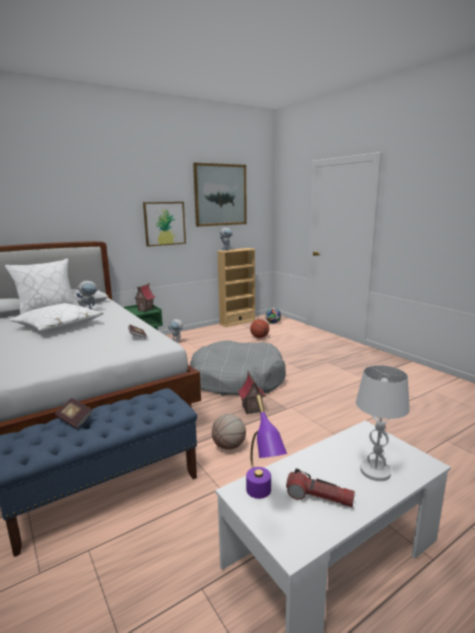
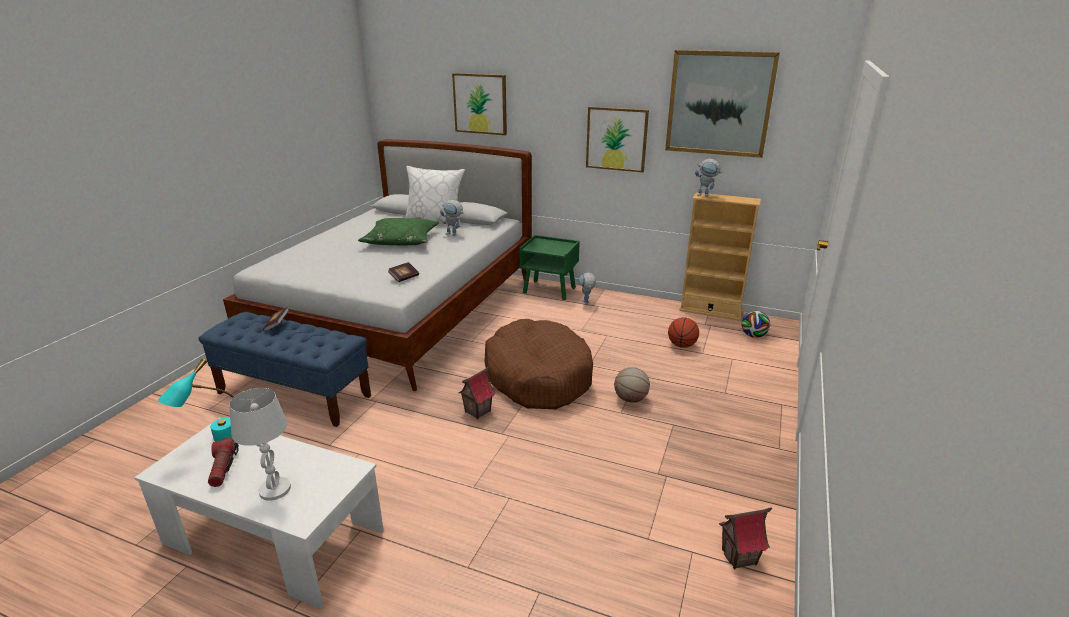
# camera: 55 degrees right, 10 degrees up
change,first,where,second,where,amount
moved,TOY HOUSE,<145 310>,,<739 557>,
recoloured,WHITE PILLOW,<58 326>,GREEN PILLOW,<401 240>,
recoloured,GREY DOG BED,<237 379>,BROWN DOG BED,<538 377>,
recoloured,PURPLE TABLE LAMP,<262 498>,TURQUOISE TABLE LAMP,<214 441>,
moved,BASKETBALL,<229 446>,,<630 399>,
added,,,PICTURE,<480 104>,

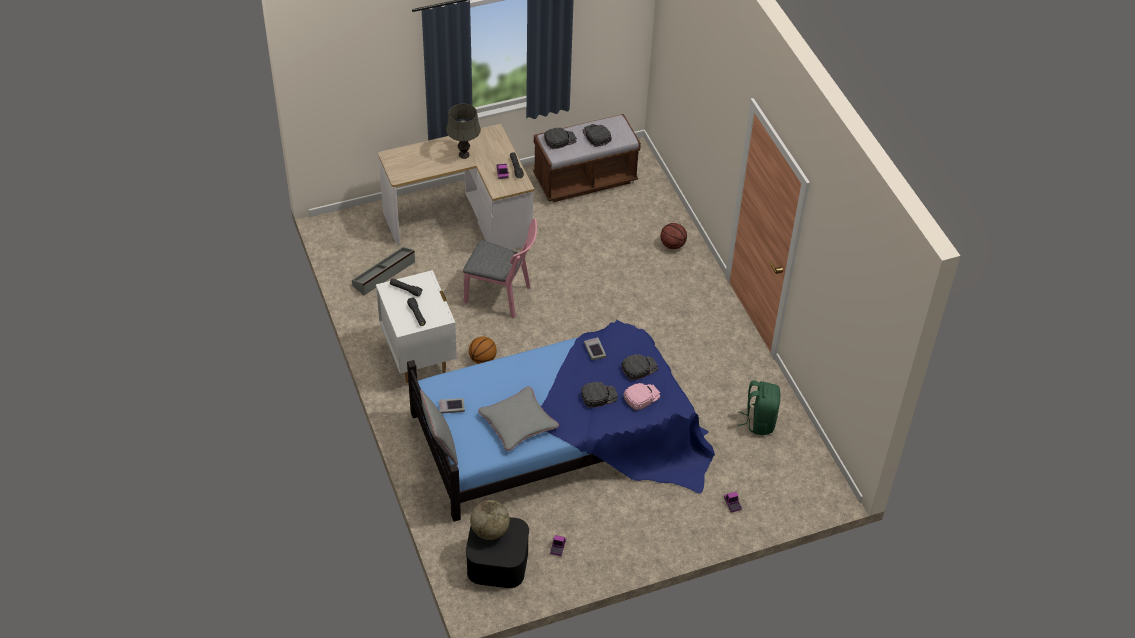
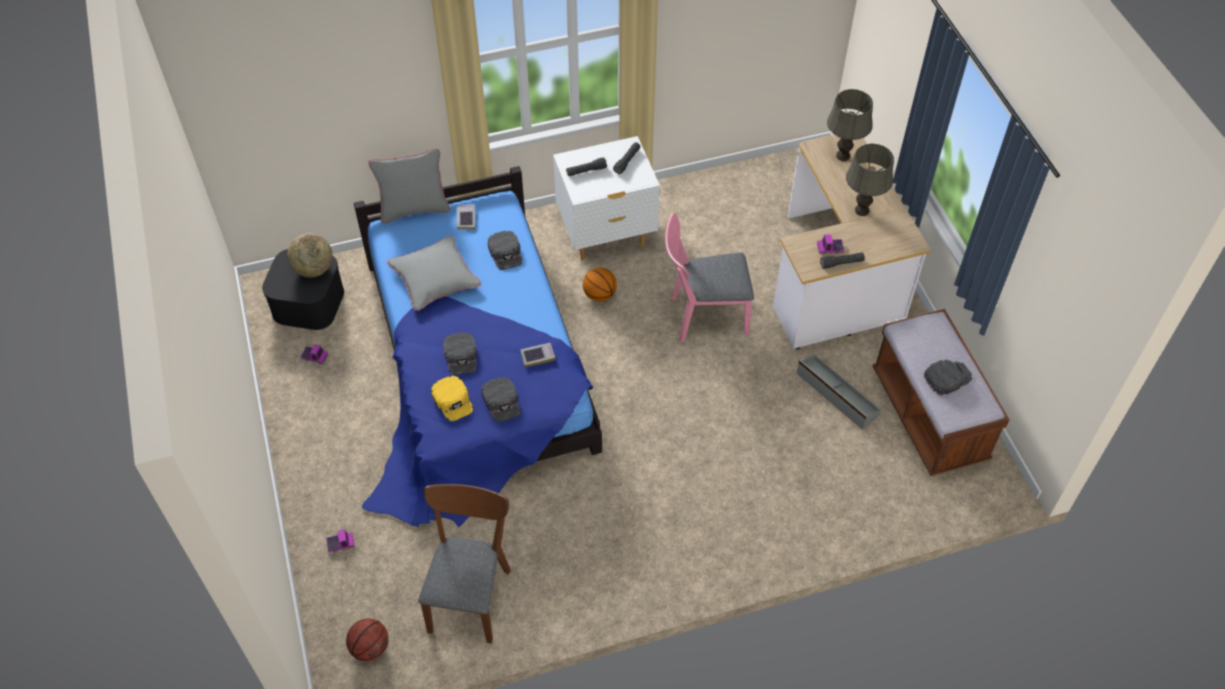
# camera: 95 degrees right, 5 degrees up
change,first,where,second,where,amount
moved,BLACK CAP,<560 139>,,<506 253>,
turned,PINK CHAIR,<502 296>,,<702 316>,60 degrees clockwise
moved,BASKETBALL,<672 245>,,<370 647>,
moved,GREY STORAGE BOX,<384 274>,,<836 395>,
replaced,GREEN BACKPACK,<759 421>,BROWN CHAIR,<471 593>,
recoloured,PINK CAP,<641 397>,YELLOW CAP,<453 401>,
added,,,GREY TABLE LAMP,<843 156>,

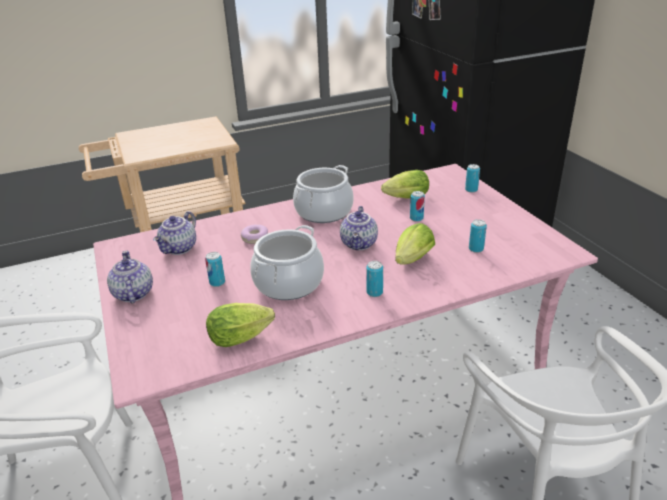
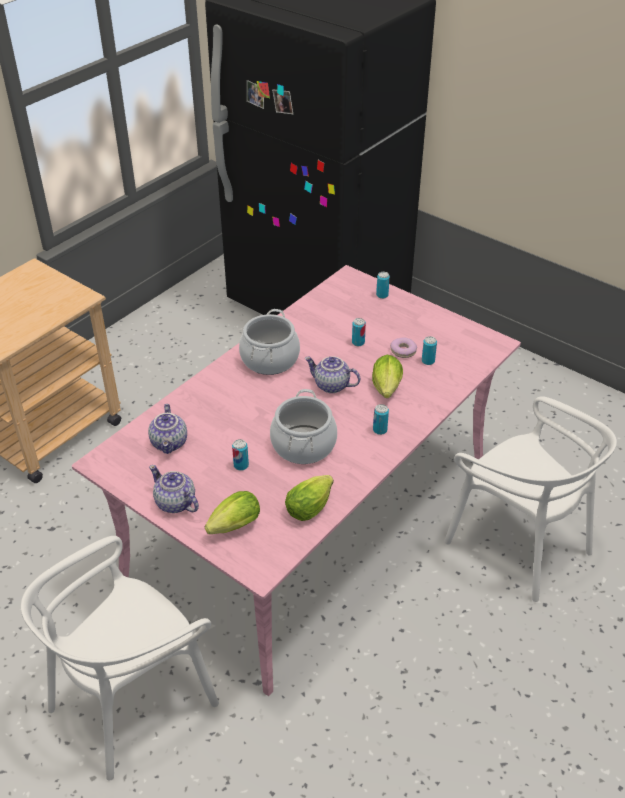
# camera: 30 degrees left, 10 degrees up
change,first,where,second,where,amount
moved,LETTUCE,<404 198>,,<232 527>,
turned,TEAPOT,<360 244>,,<331 386>,135 degrees clockwise
moved,DONUT,<255 238>,,<403 351>,

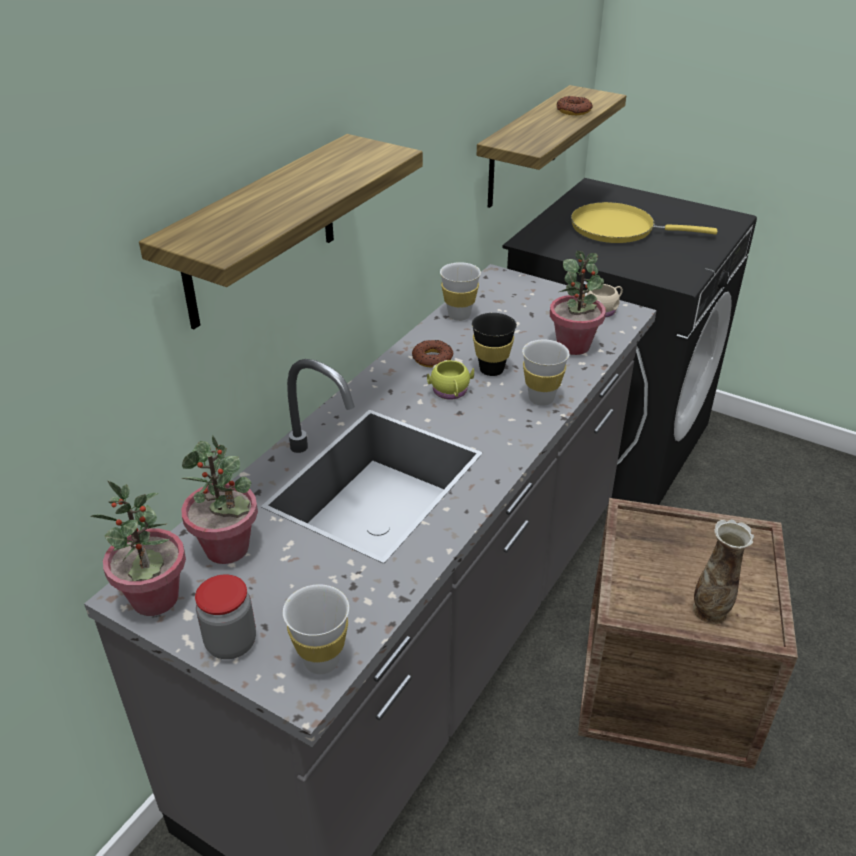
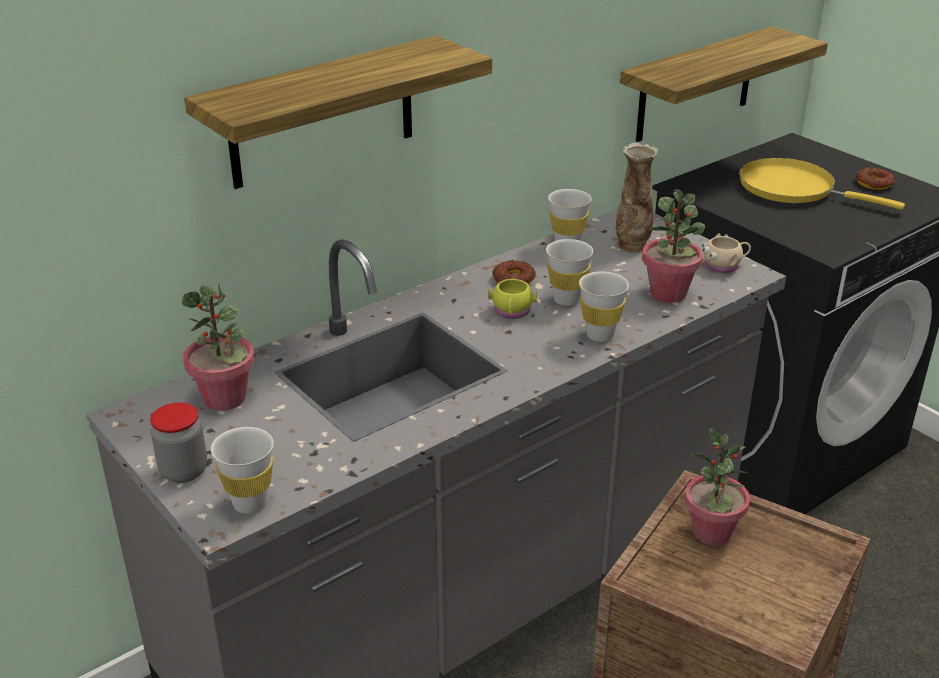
# camera: 20 degrees right, 5 degrees down
change,first,where,second,where,amount
moved,DONUT,<573 111>,,<873 183>,
recoloured,BLACK CUP,<491 370>,WHITE CUP,<566 300>,
moved,POTTED PLANT,<155 599>,,<711 533>,
moved,VASE,<710 612>,,<632 246>,

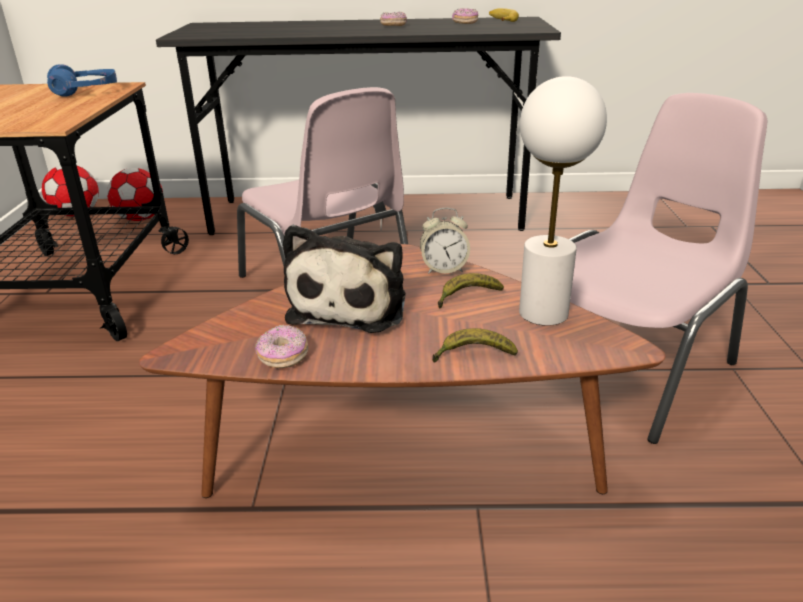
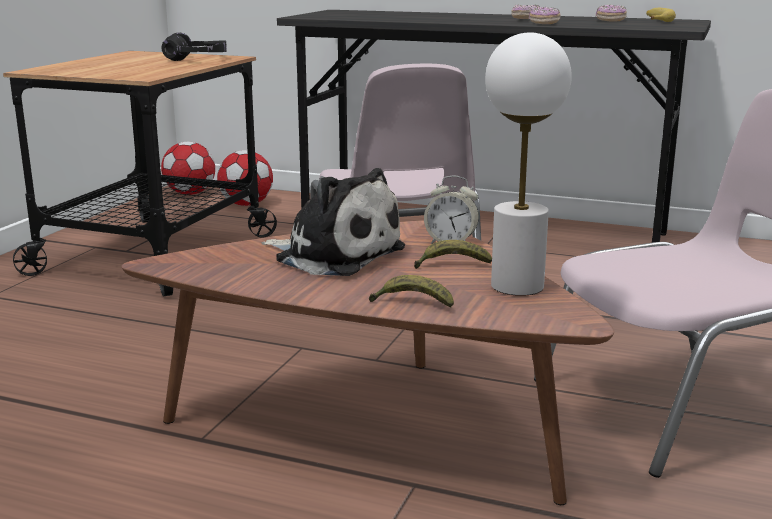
# camera: 20 degrees right, 10 degrees down
change,first,where,second,where,amount
recoloured,BLUE HEADPHONES,<85 91>,BLACK HEADPHONES,<196 59>,
turned,PLUSH TOY,<351 305>,,<335 255>,90 degrees counterclockwise
moved,DONUT,<283 357>,,<544 23>,

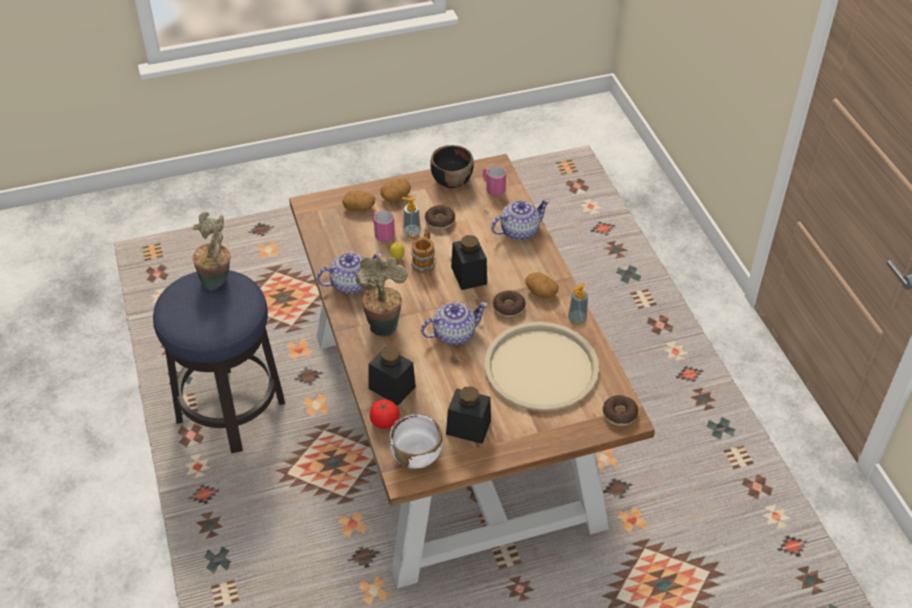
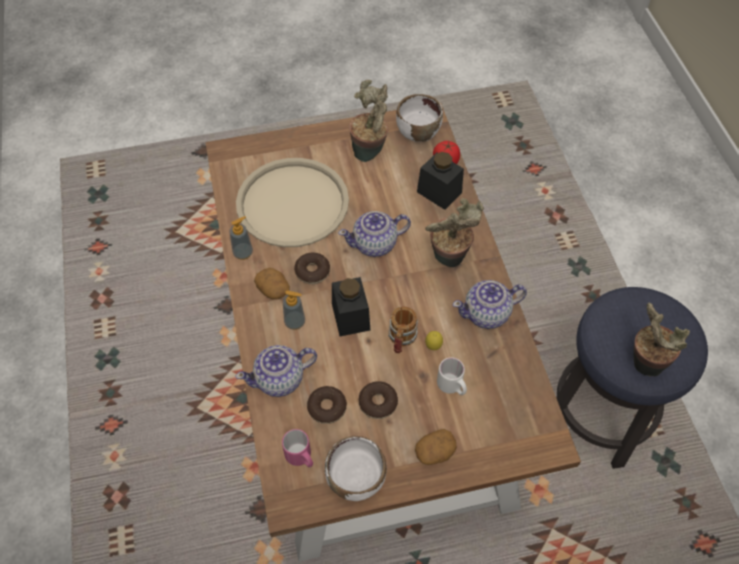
# camera: 175 degrees left, 10 degrees up
change,first,where,second,where,amount
recoloured,BLACK BOWL,<451 180>,WHITE BOWL,<356 478>,
removed,POTATO,<359 207>,,,
moved,SOAP DISPENSER,<411 233>,,<295 322>,
recoloured,PINK MUG,<382 233>,WHITE MUG,<452 386>,
replaced,BLACK JAR,<468 427>,POTTED PLANT,<370 152>,
moved,DONUT,<619 414>,,<327 407>,

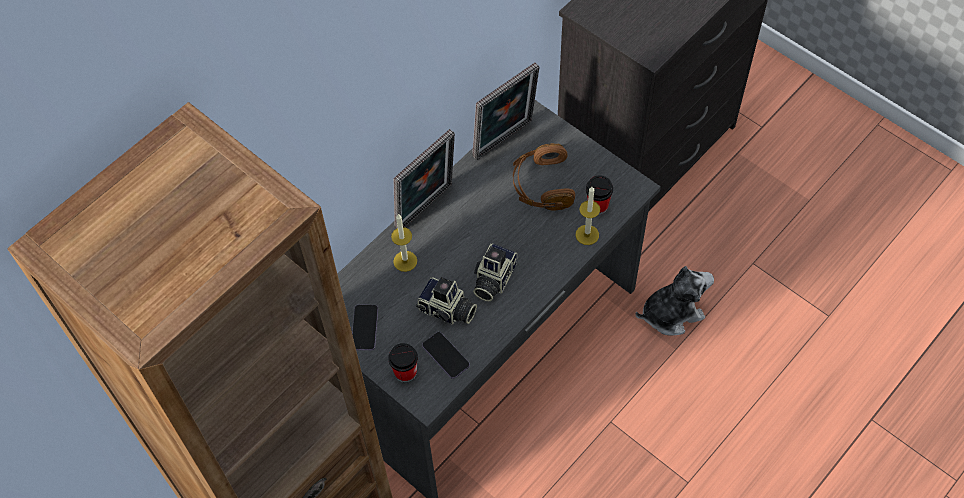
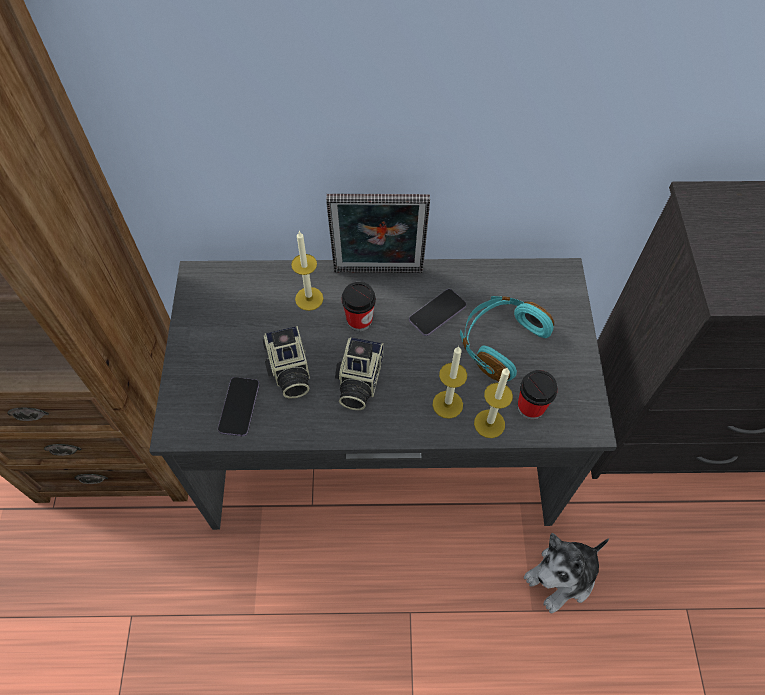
# camera: 45 degrees right, 0 degrees up
change,first,where,second,where,amount
removed,PICTURE FRAME,<505 141>,,,
recoloured,BROWN HEADPHONES,<541 185>,TURQUOISE HEADPHONES,<500 342>,
turned,PHOTO CAMERA,<492 279>,,<358 381>,60 degrees counterclockwise
turned,PLUSH TOY,<671 313>,,<562 576>,120 degrees clockwise
moved,PHONE,<364 328>,,<437 313>,
moved,CUP,<405 372>,,<359 320>,
added,,,CANDLE,<447 404>,

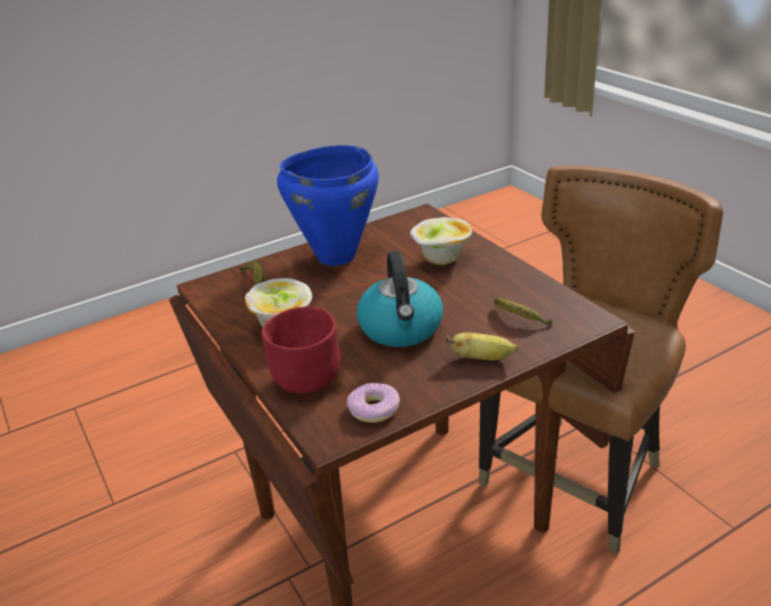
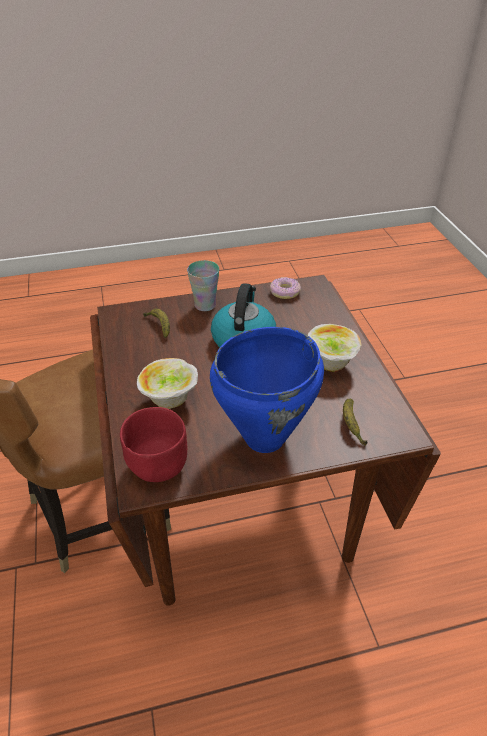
# camera: 165 degrees left, 10 degrees up
change,first,where,second,where,amount
moved,RED BOWL,<306 380>,,<158 468>,
replaced,BANANA,<482 358>,CUP,<205 305>,

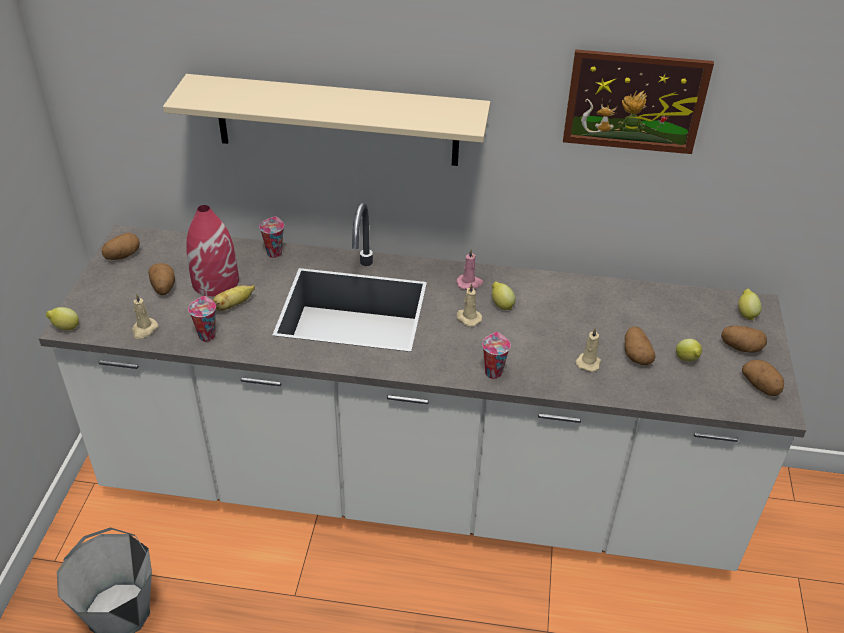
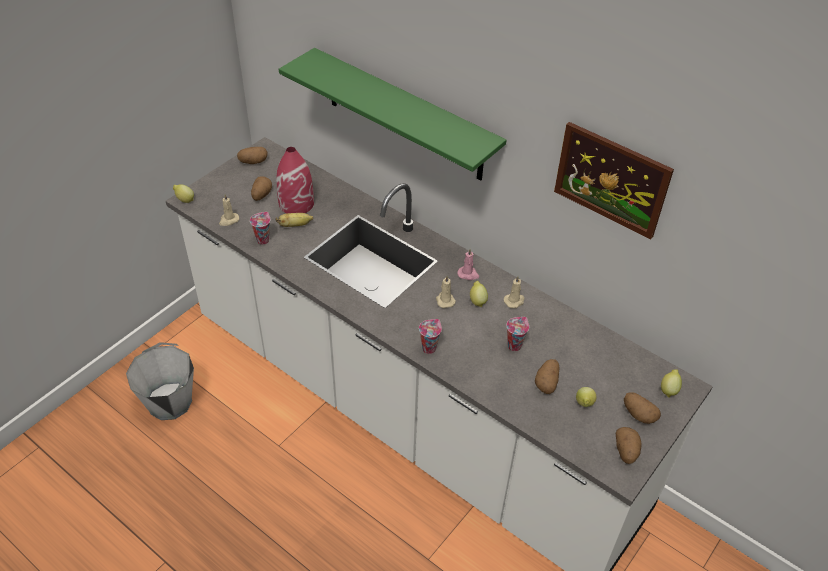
# camera: 30 degrees right, 5 degrees up
change,first,where,second,where,amount
recoloured,BEIGE SHELF,<337 120>,GREEN SHELF,<404 115>,
moved,CUP,<274 252>,,<514 345>,
moved,BEIGE CANDLE,<588 362>,,<514 301>,

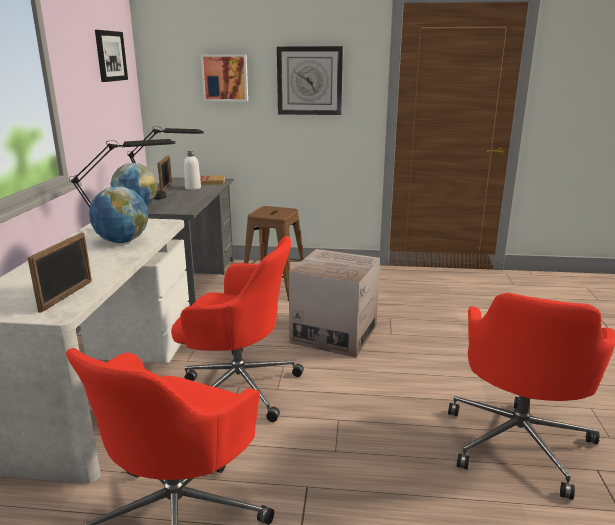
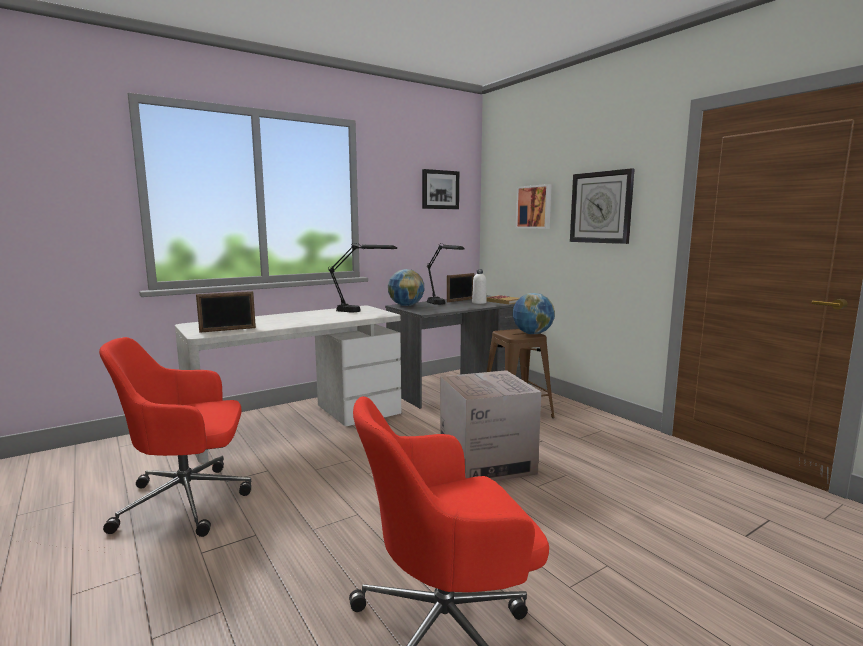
# camera: 50 degrees right, 10 degrees down
change,first,where,second,where,amount
moved,GLOBE,<122 241>,,<532 334>,
removed,RED OFFICE CHAIR,<238 386>,,,

